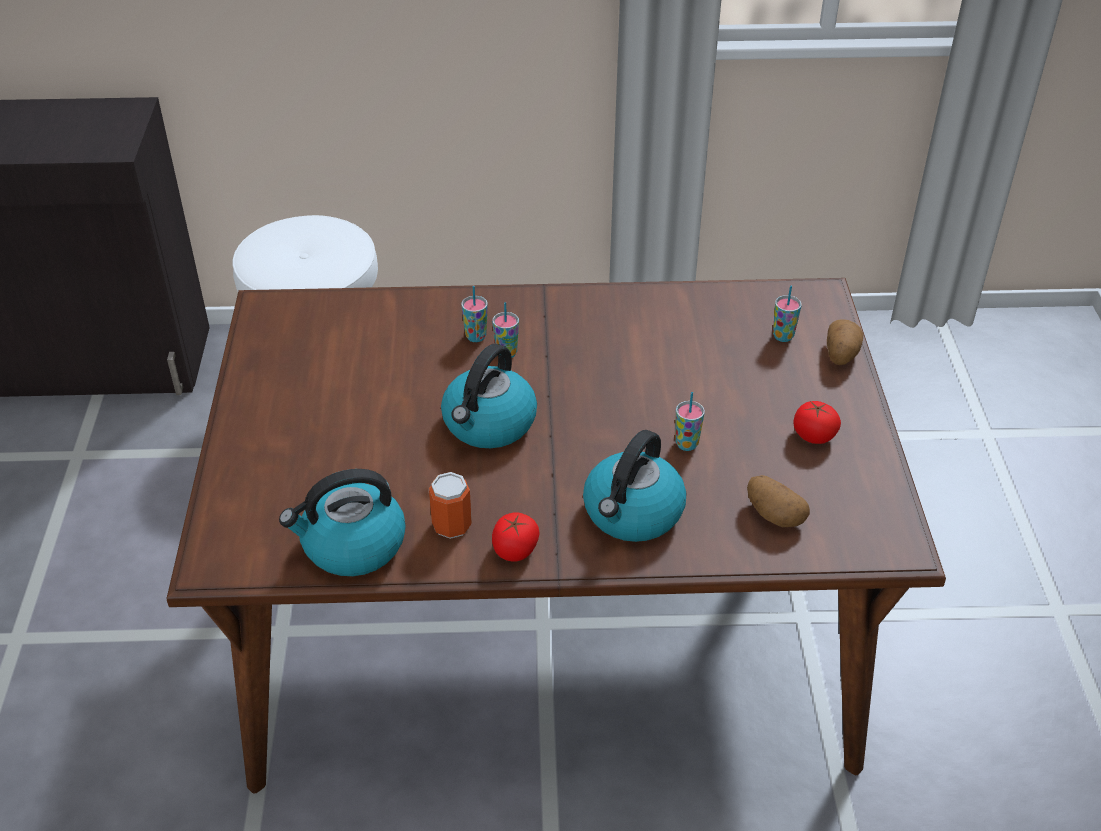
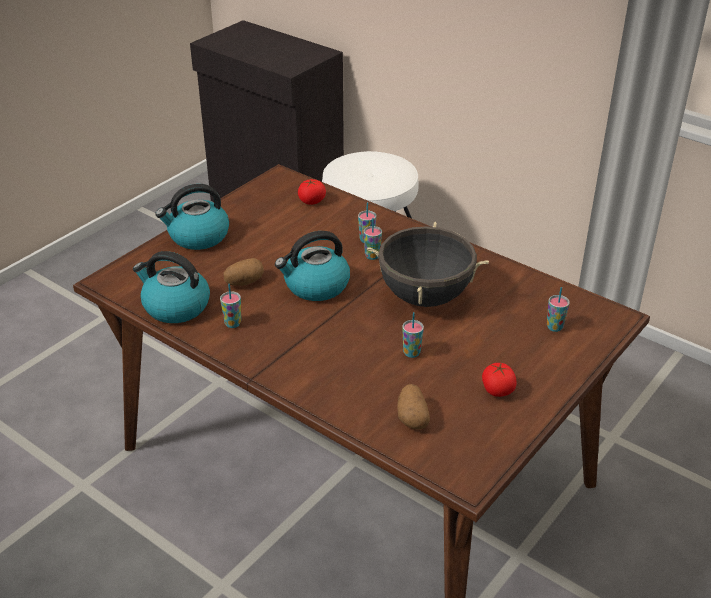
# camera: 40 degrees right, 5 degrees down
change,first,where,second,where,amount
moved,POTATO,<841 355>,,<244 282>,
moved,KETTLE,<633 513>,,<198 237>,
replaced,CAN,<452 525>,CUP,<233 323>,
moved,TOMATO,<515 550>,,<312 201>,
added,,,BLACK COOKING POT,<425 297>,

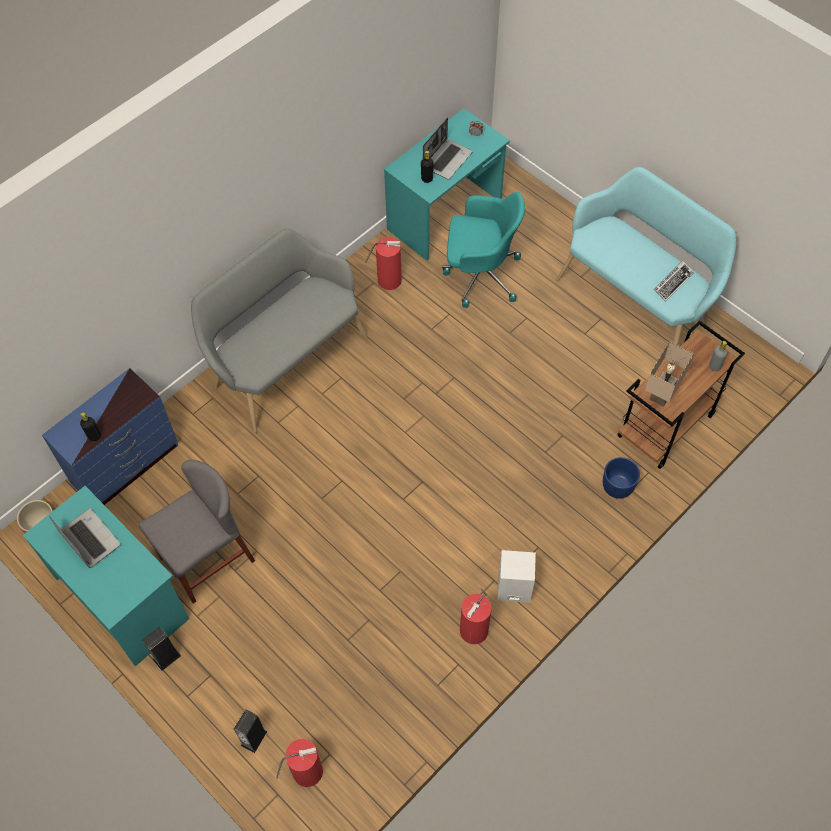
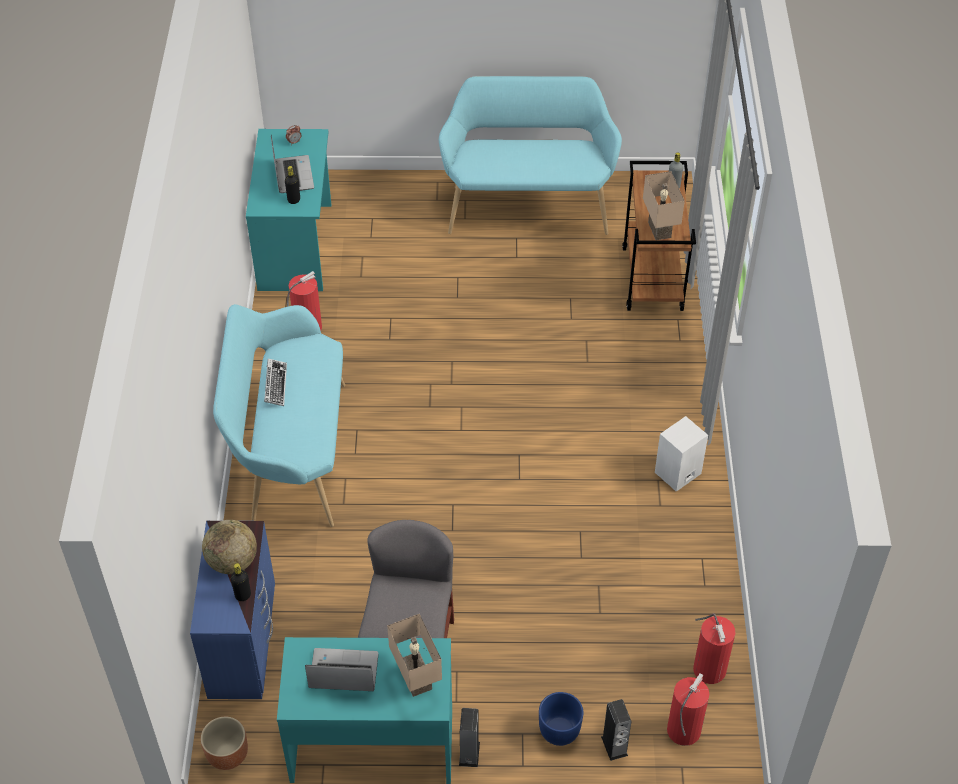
# camera: 45 degrees left, 10 degrees down
change,first,where,second,where,amount
removed,TURQUOISE OFFICE CHAIR,<480 274>,,,
recoloured,GREY BENCH,<285 361>,TURQUOISE BENCH,<291 453>,
moved,KEYBOARD,<672 283>,,<275 385>,
moved,BLUE PLANTER,<617 486>,,<559 730>,
moved,FIRE EXTINGUISHER,<475 629>,,<709 667>,
added,,,GLOBE,<232 562>,
added,,,BEIGE TABLE LAMP,<418 679>,

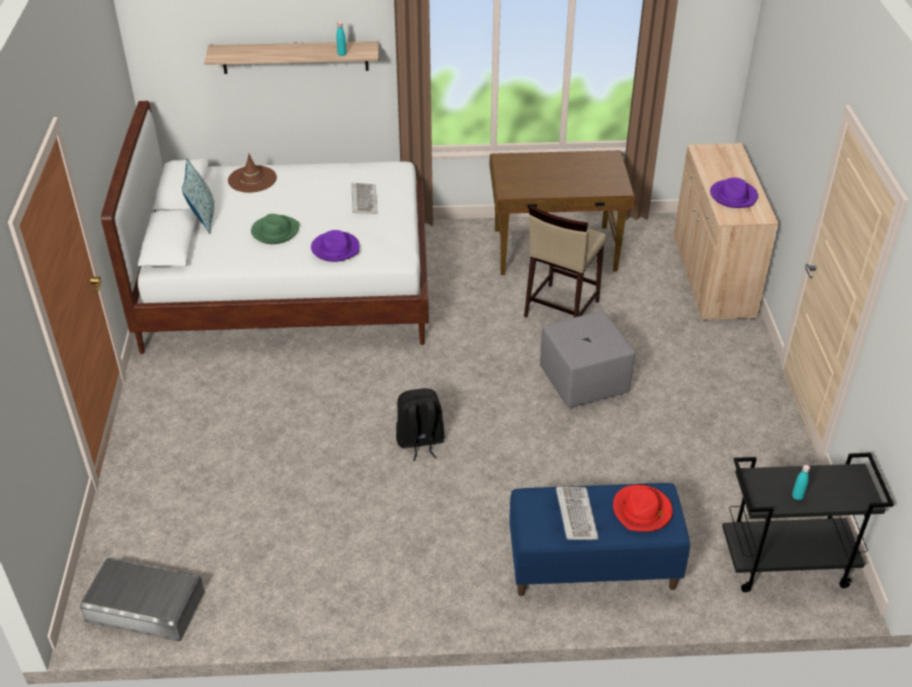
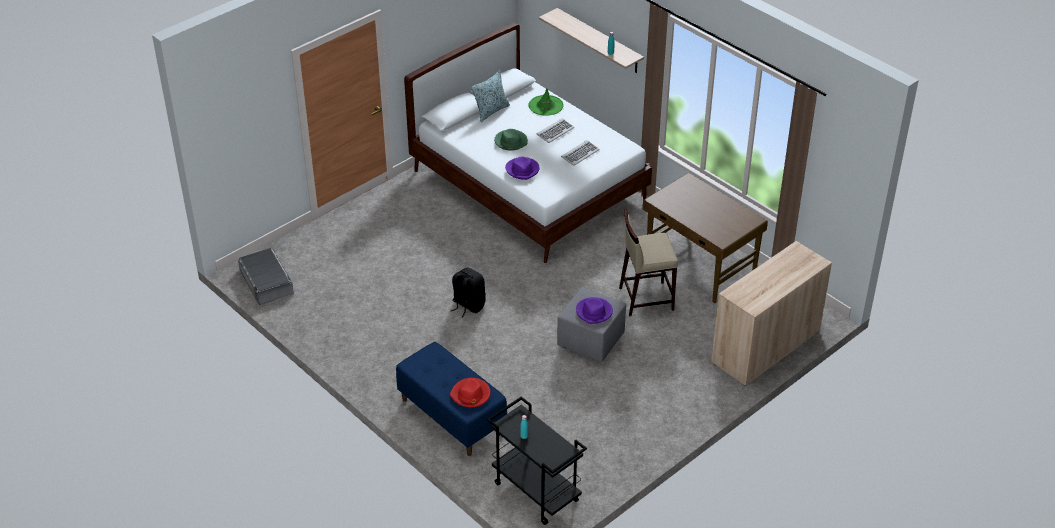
# camera: 50 degrees right, 0 degrees up
change,first,where,second,where,amount
recoloured,BROWN HAT,<252 179>,GREEN HAT,<545 105>,
moved,PURPLE HAT,<733 196>,,<594 312>,
moved,KEYBOARD,<575 515>,,<555 132>,

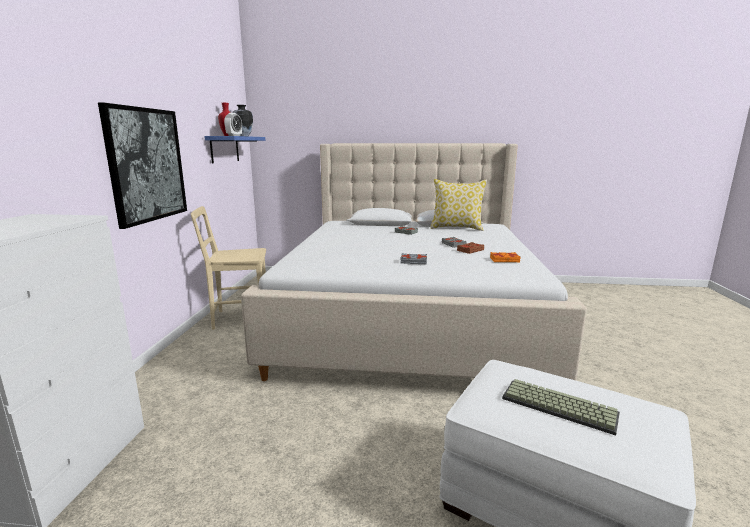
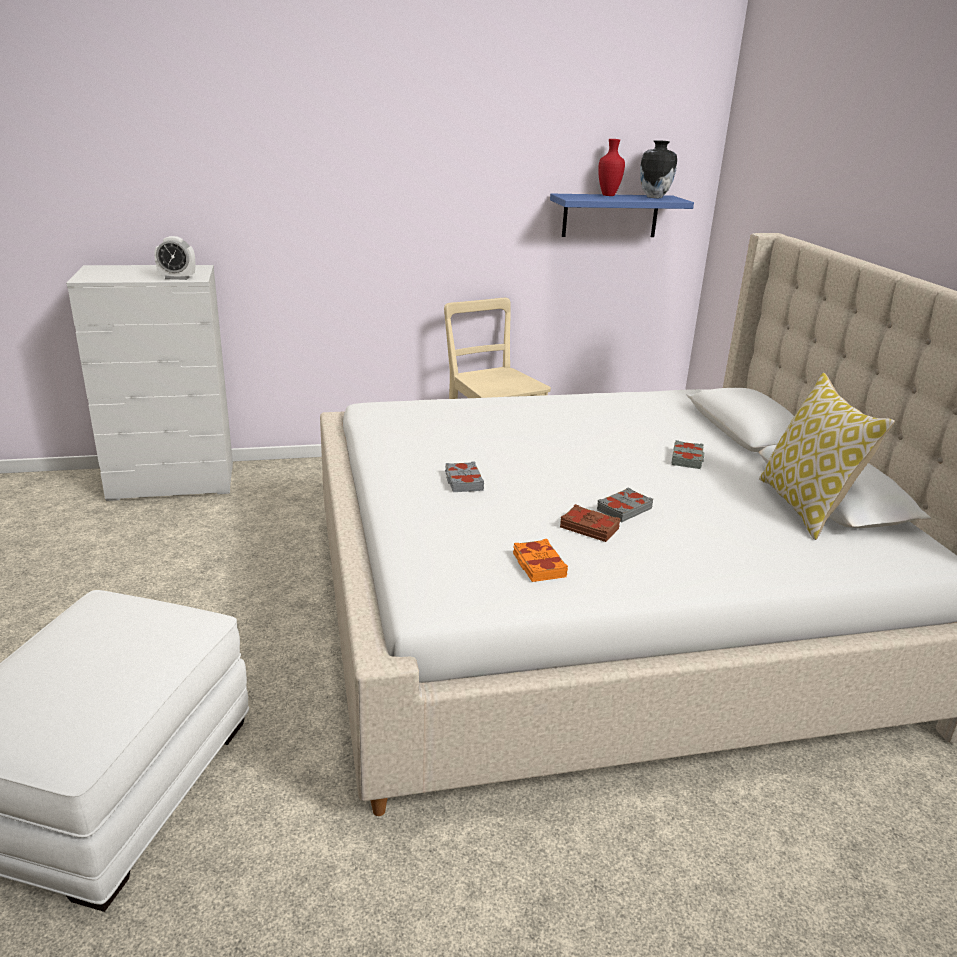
# camera: 70 degrees right, 10 degrees up
change,first,where,second,where,amount
removed,PICTURE,<146 165>,,,
moved,ALARM CLOCK,<234 136>,,<177 278>,
removed,KEYBOARD,<557 407>,,,

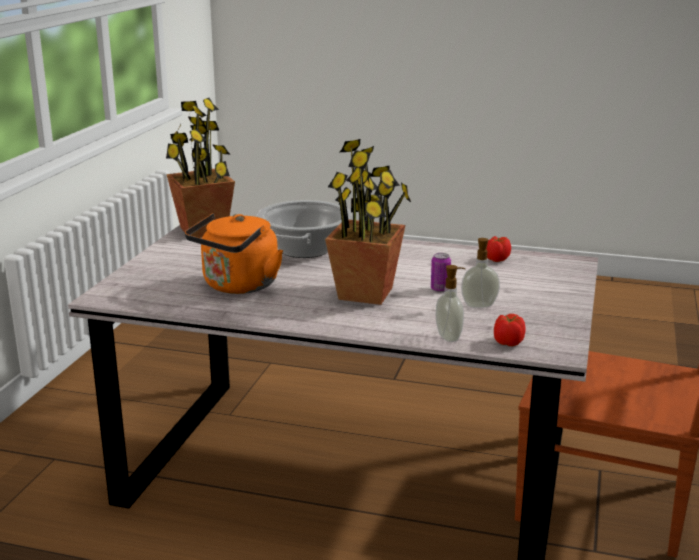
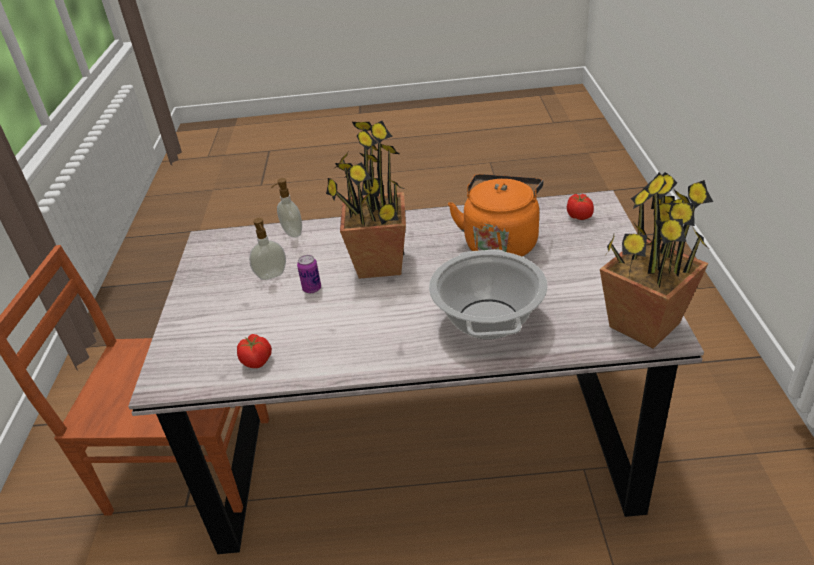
# camera: 165 degrees right, 15 degrees up
change,first,where,second,where,amount
moved,TOMATO,<508 342>,,<579 216>,

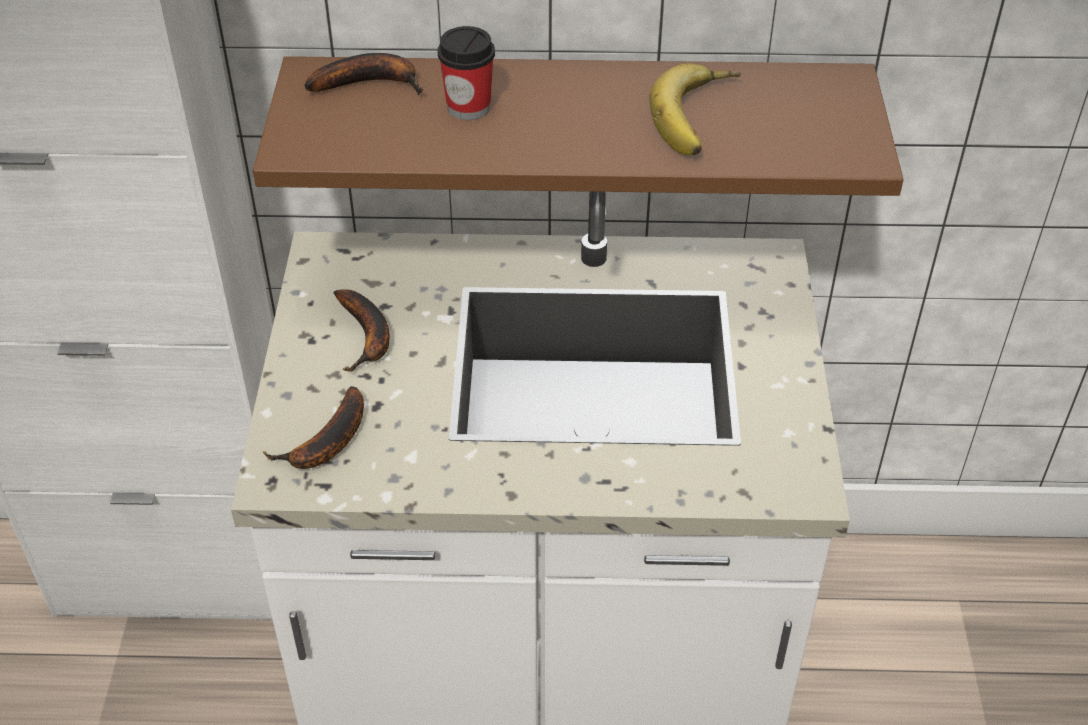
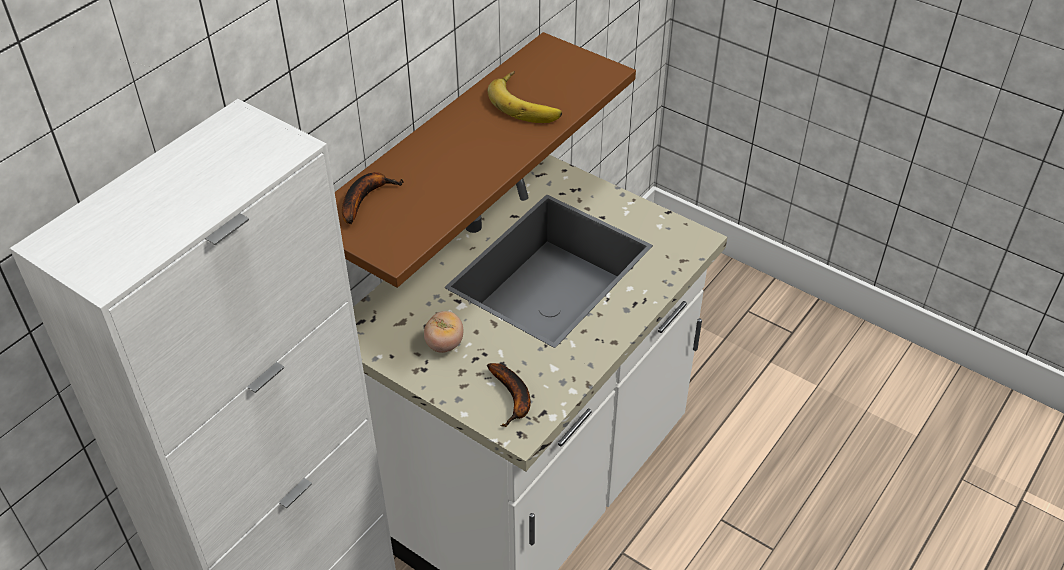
# camera: 55 degrees left, 0 degrees up
change,first,where,second,where,amount
removed,CUP,<468 107>,,,
replaced,BANANA,<367 336>,TOMATO,<444 344>,

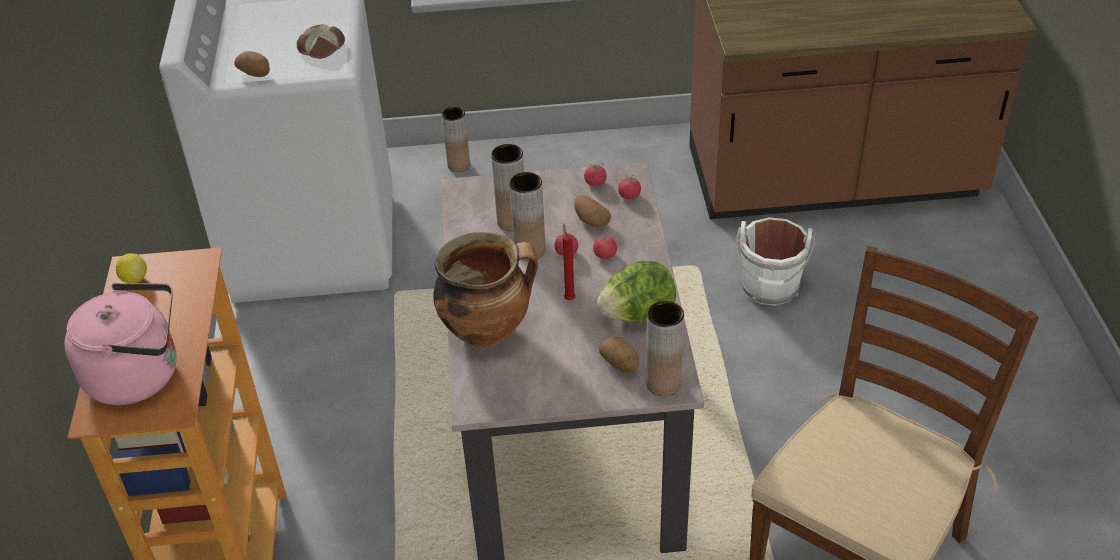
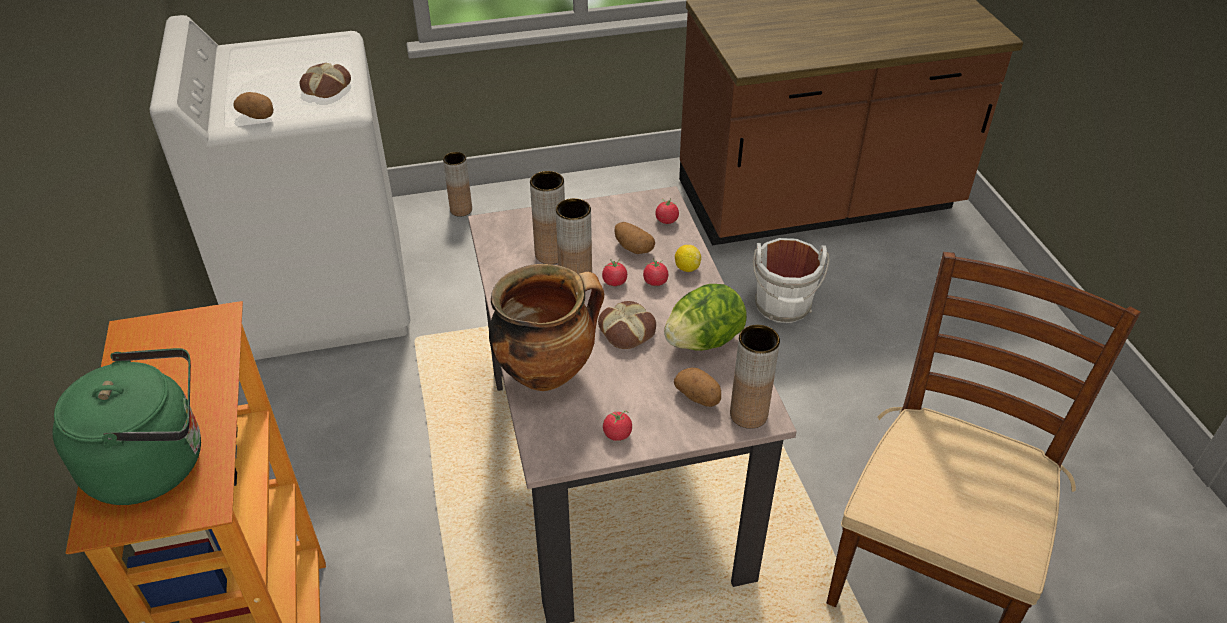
# camera: 10 degrees left, 0 degrees up
change,first,where,second,where,amount
moved,TOMATO,<595 183>,,<617 434>,
replaced,RED CANDLE,<569 298>,BREAD,<627 330>,
moved,LEMON,<134 279>,,<687 268>,
recoloured,PINK KETTLE,<140 375>,GREEN KETTLE,<155 462>,

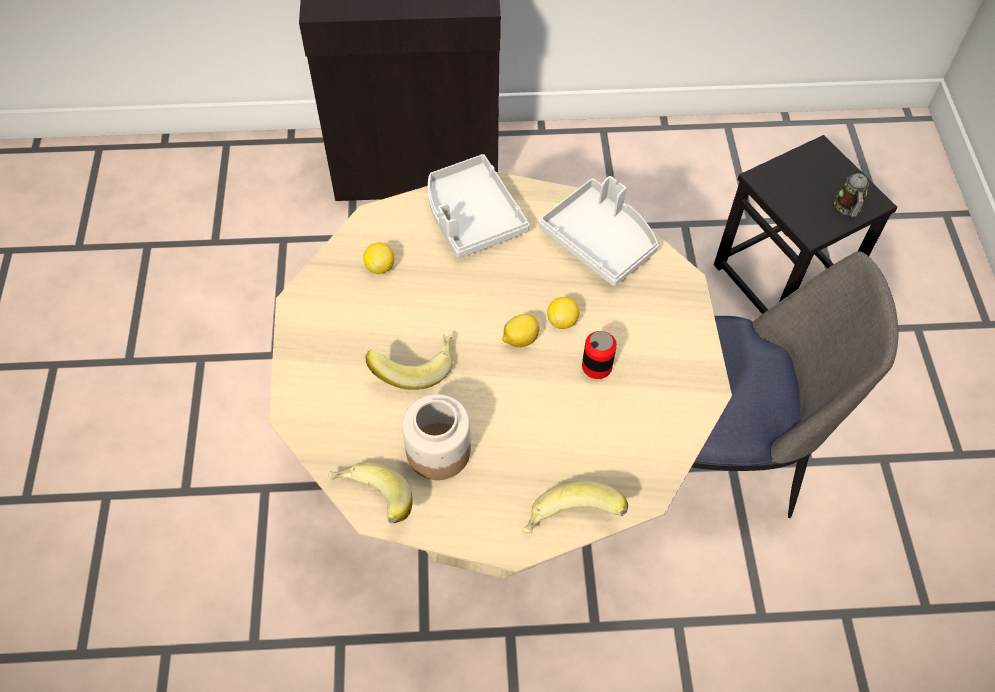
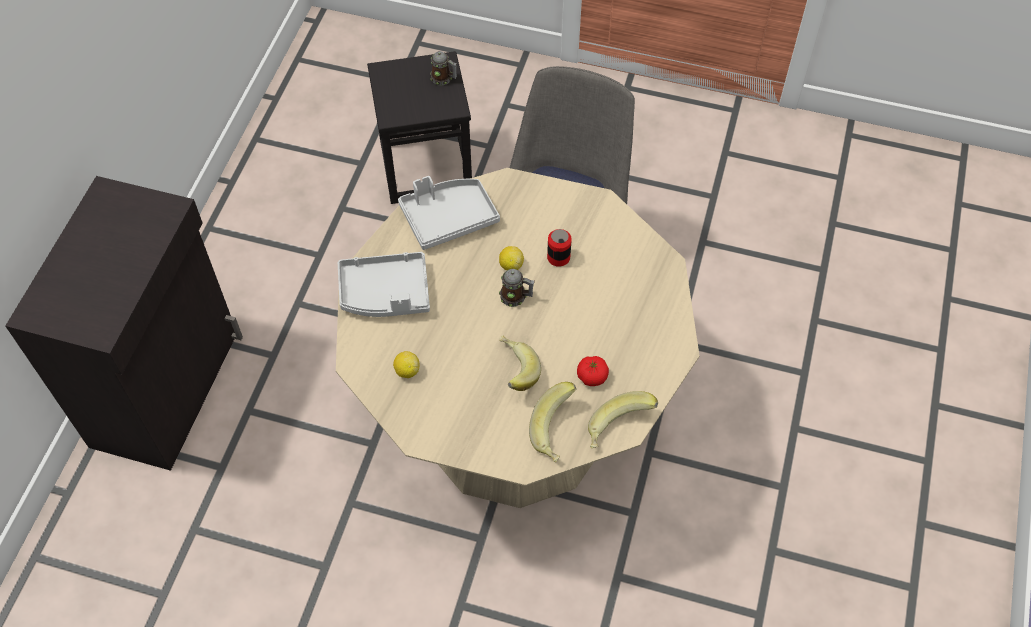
# camera: 70 degrees left, 0 degrees up
change,first,where,second,where,amount
replaced,LEMON,<519 339>,MUG,<516 297>,
replaced,JAR,<437 451>,TOMATO,<592 376>,
moved,BANANA,<571 524>,,<557 431>,

